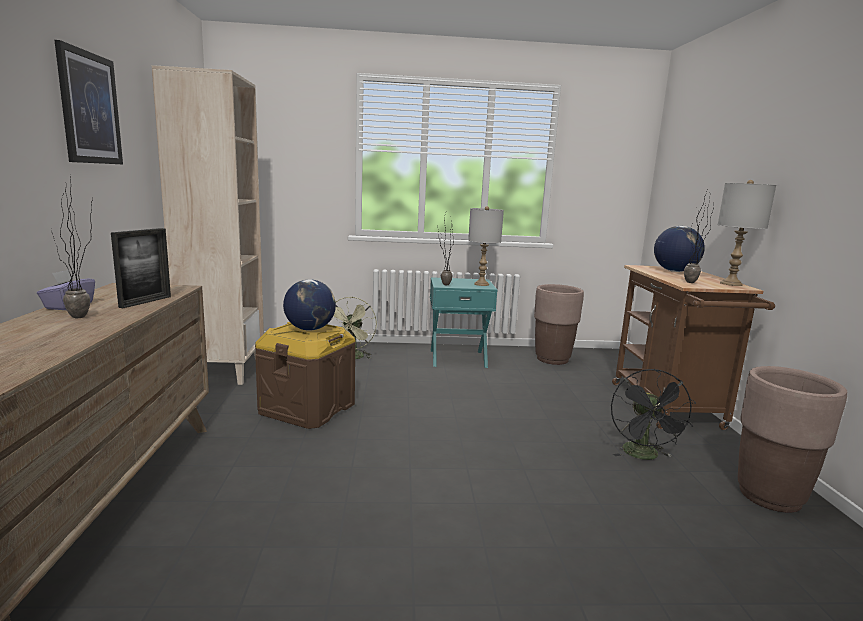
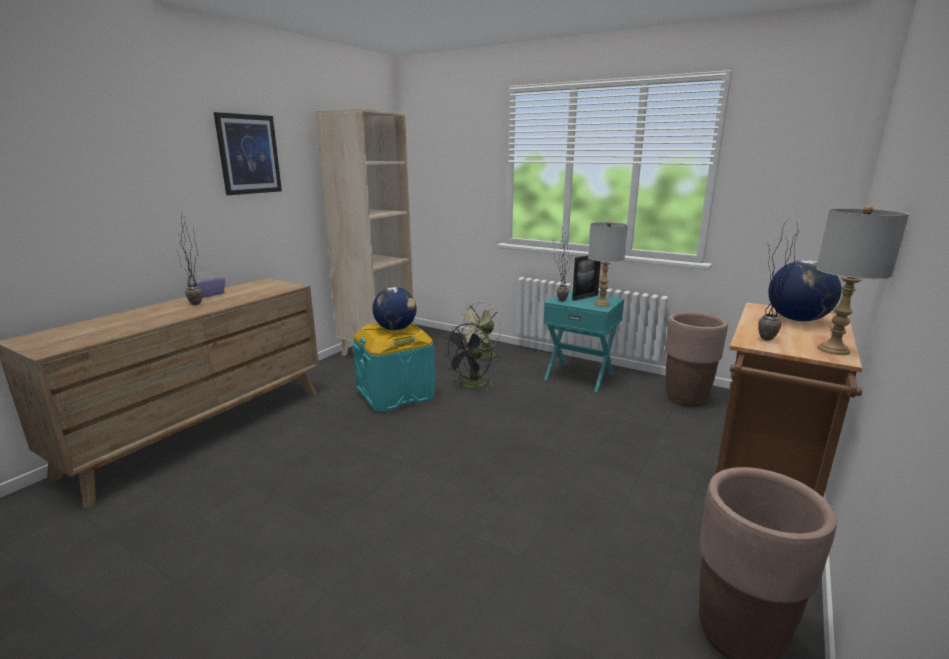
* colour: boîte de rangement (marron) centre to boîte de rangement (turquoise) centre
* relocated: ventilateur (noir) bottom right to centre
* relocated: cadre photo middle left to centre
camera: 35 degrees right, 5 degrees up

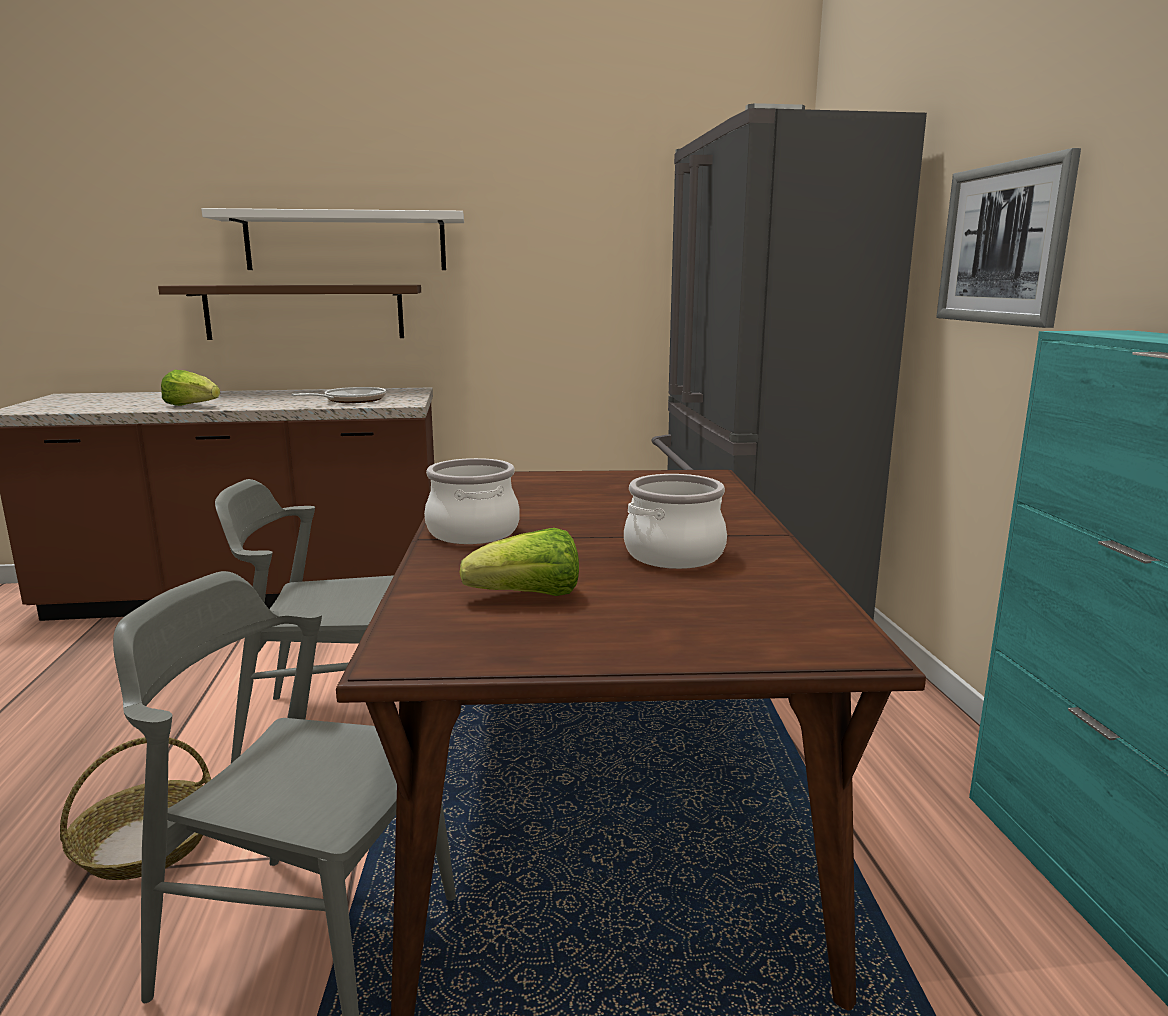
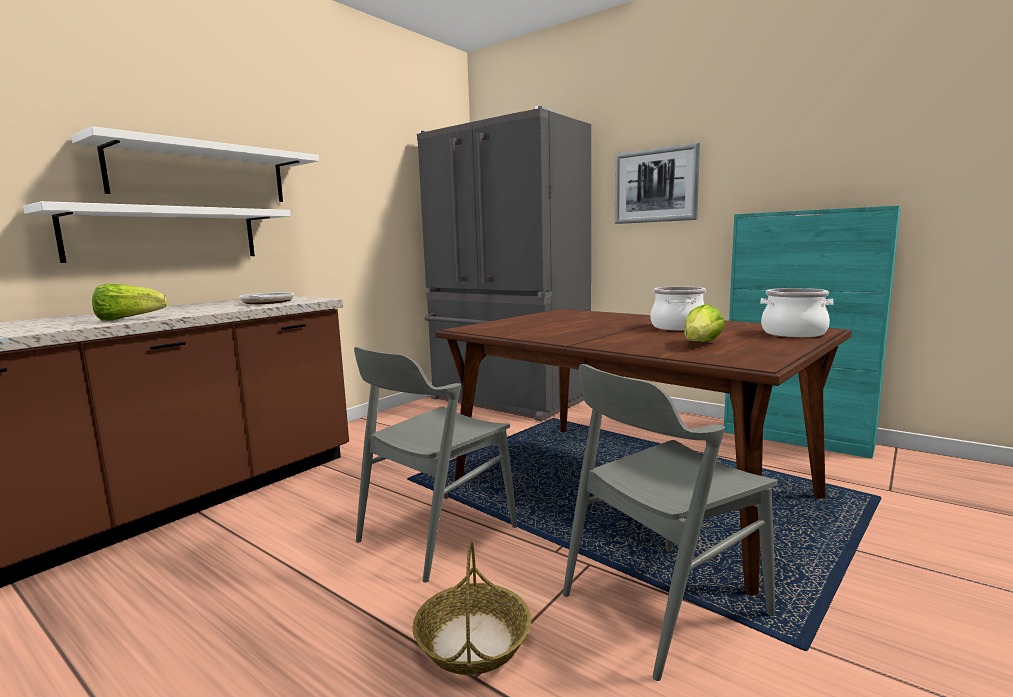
* colour: étagère (marron) top left to étagère (blanc) (no. 1 from left) top left
* relocated: marmite (no. 1 from left in the first image) centre to marmite (no. 2 from left) middle right
camera: 45 degrees left, 5 degrees down

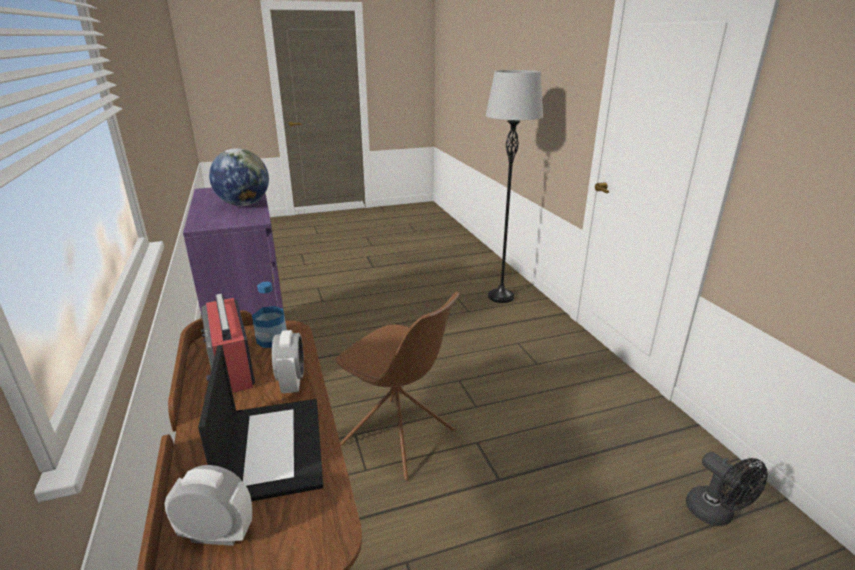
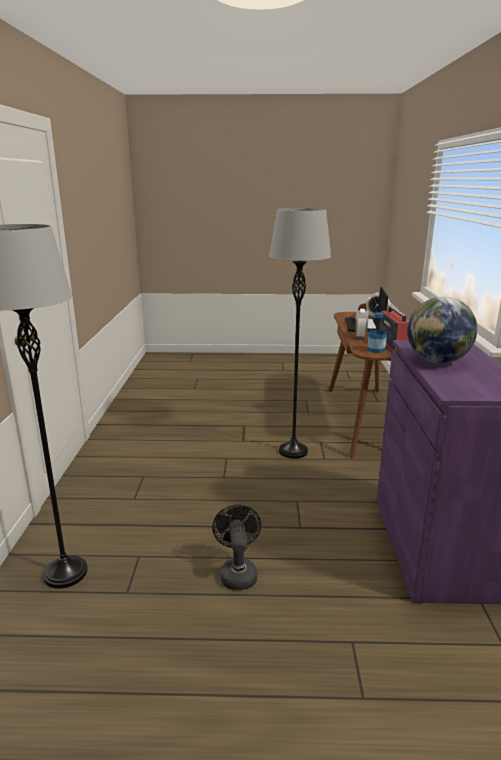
* relocated: ventilateur (noir) bottom right to bottom centre
* exchanged: chaise (marron) bottom centre to lampadaire (gris) (no. 2 from left) centre
camera: 160 degrees left, 5 degrees down

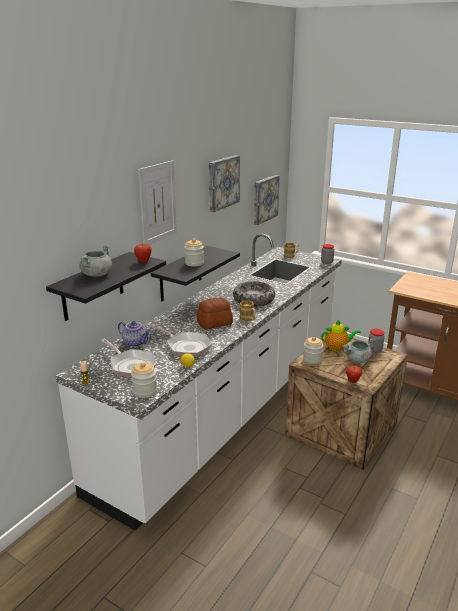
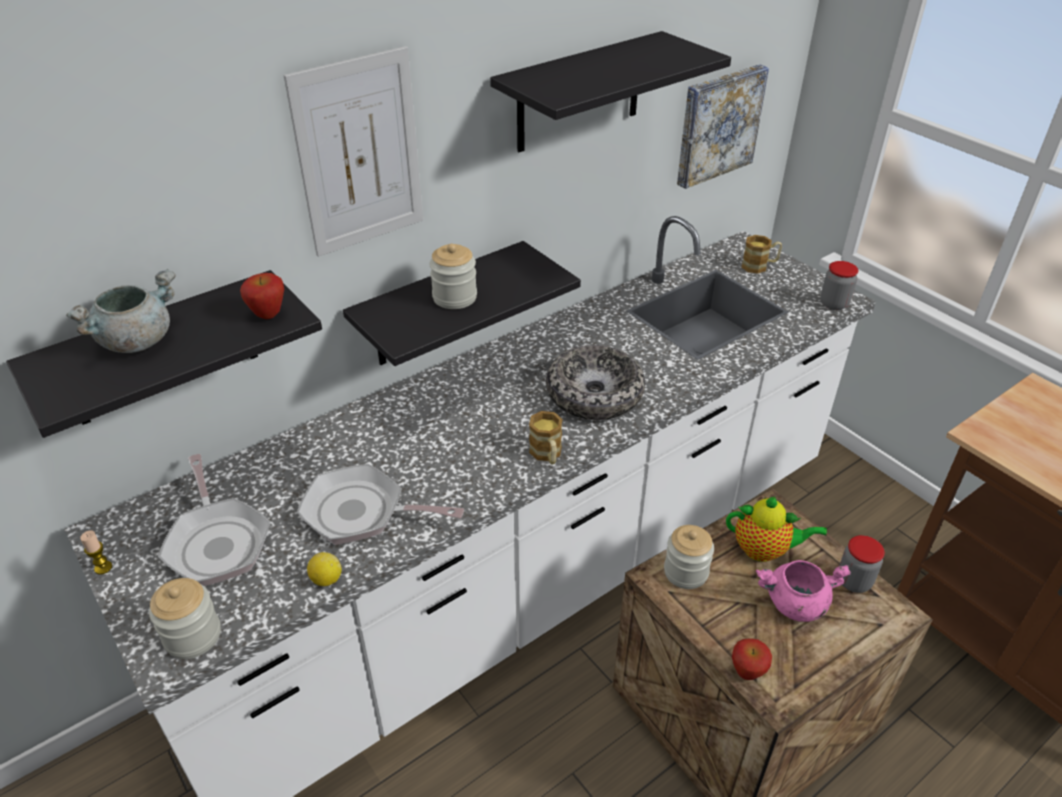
* spun: poêle (no. 2 from left) centre = centre 135 degrees clockwise
* exchanged: tableau (no. 2 from left) top centre to étagère (noir) (no. 3 from left) top centre
* colour: marmite (gris) (no. 2 from left) middle right to marmite (rose) bottom right
* missing: théière (no. 1 from left) middle left
* missing: pain centre
camera: 20 degrees right, 15 degrees up

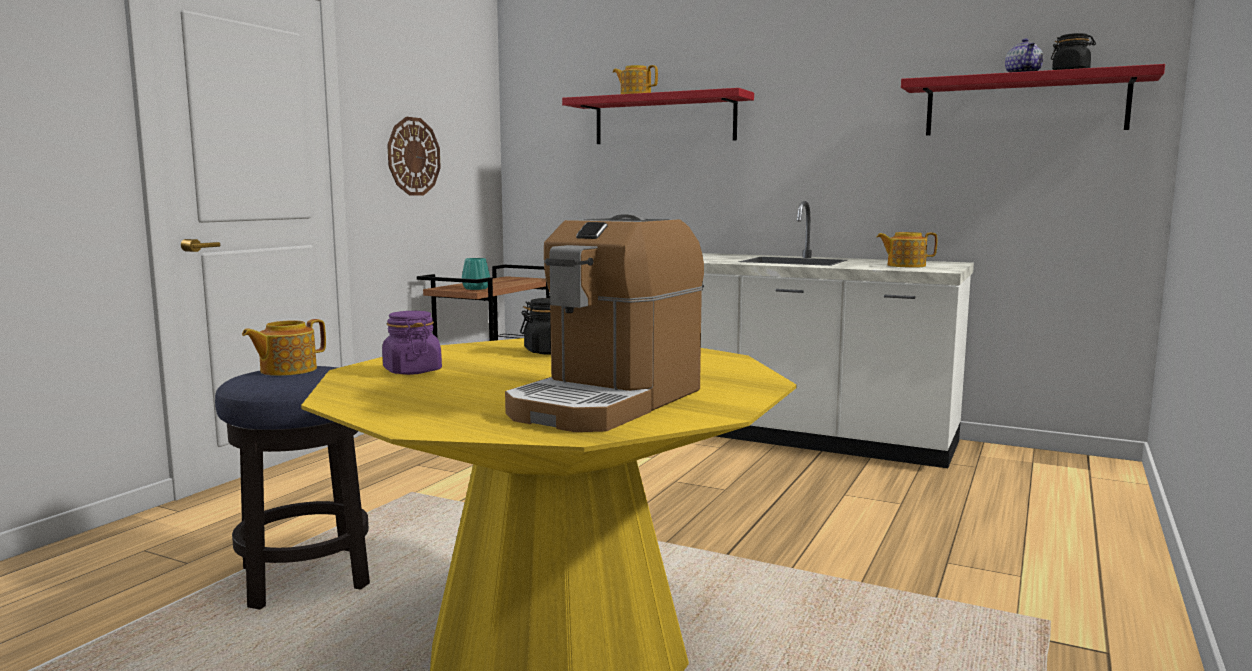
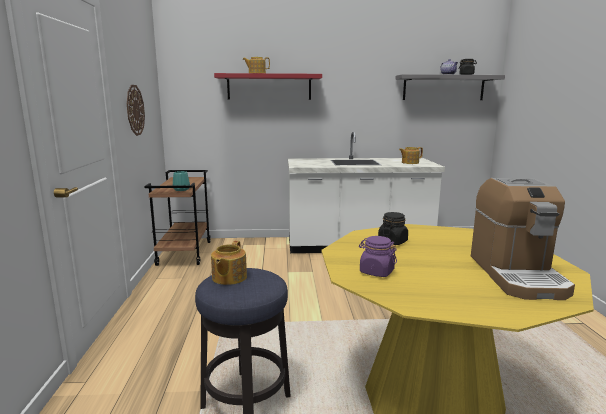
* colour: étagère (rouge) (no. 2 from left) top right to étagère (gris) top right
camera: 30 degrees left, 5 degrees up

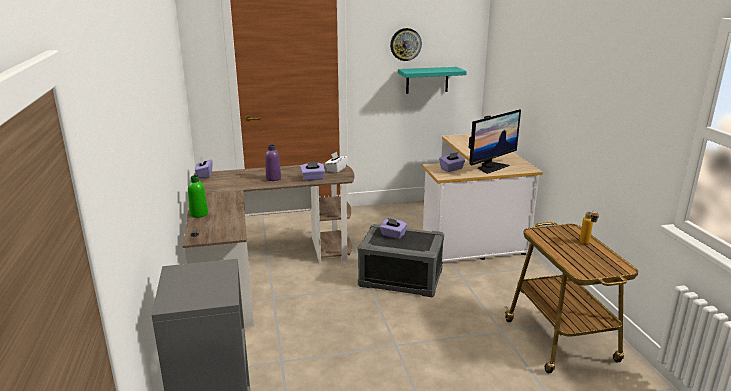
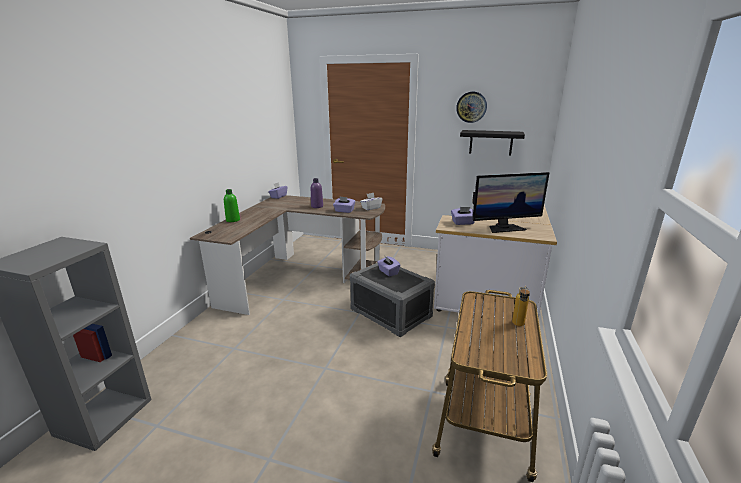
* colour: étagère (turquoise) top centre to étagère (noir) top centre
camera: 30 degrees right, 0 degrees up

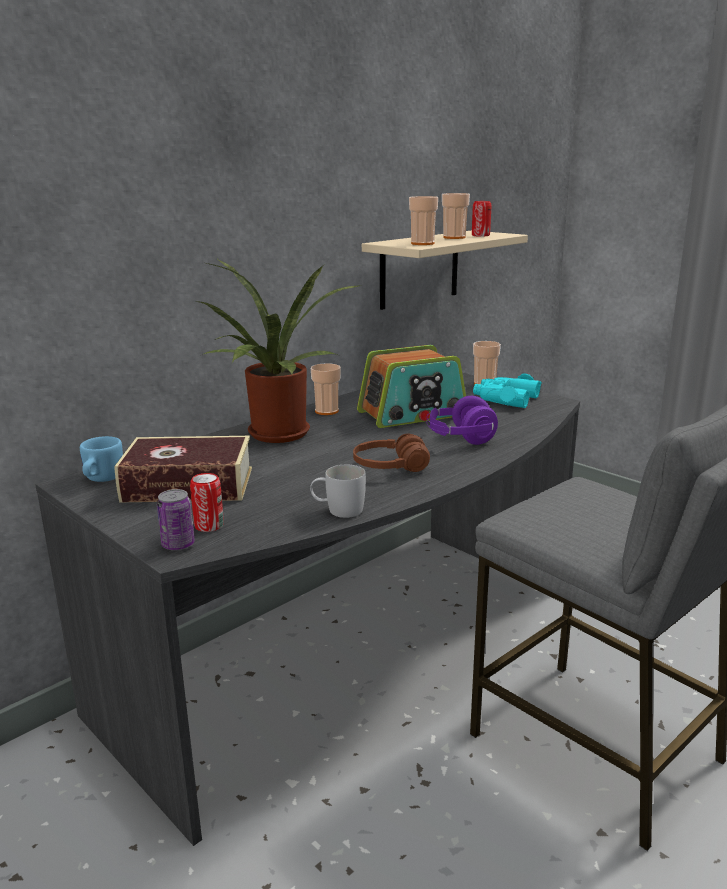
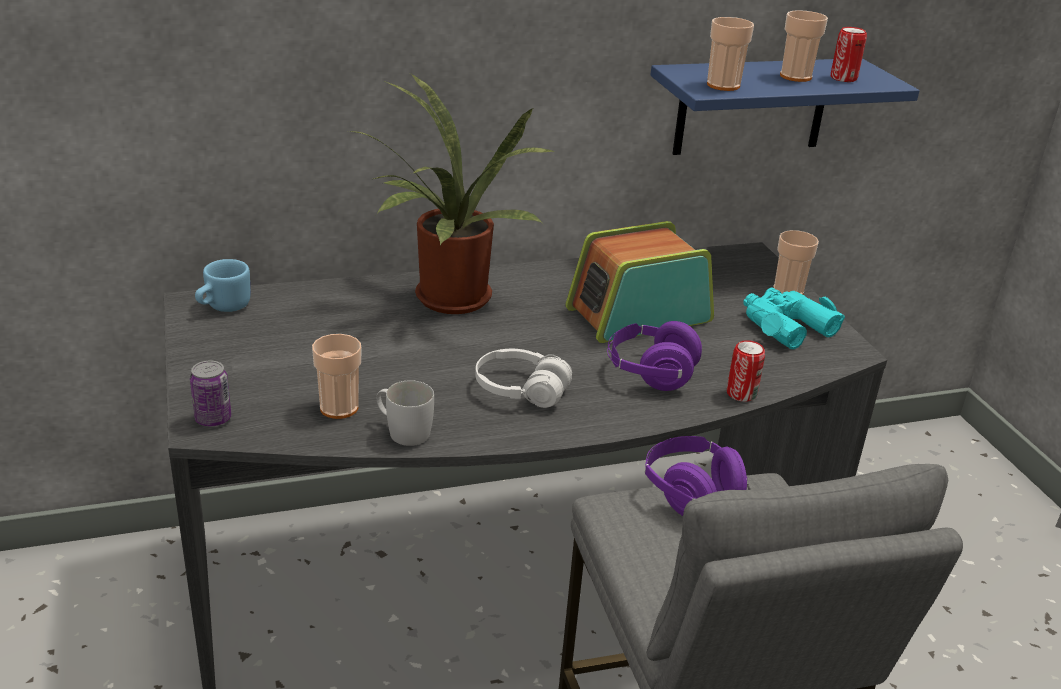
* relocated: tasse (no. 1 from left) centre to middle left
* colour: casque audio (marron) centre to casque audio (blanc) centre
* spun: radio centre = centre 150 degrees clockwise
* appeared: casque audio (violet) (no. 2 from left) bottom centre
* colour: étagère (beige) top centre to étagère (bleu) top right
* relocated: boîte métallique (no. 2 from left) middle left to middle right
* missing: livre middle left
camera: 25 degrees right, 10 degrees up

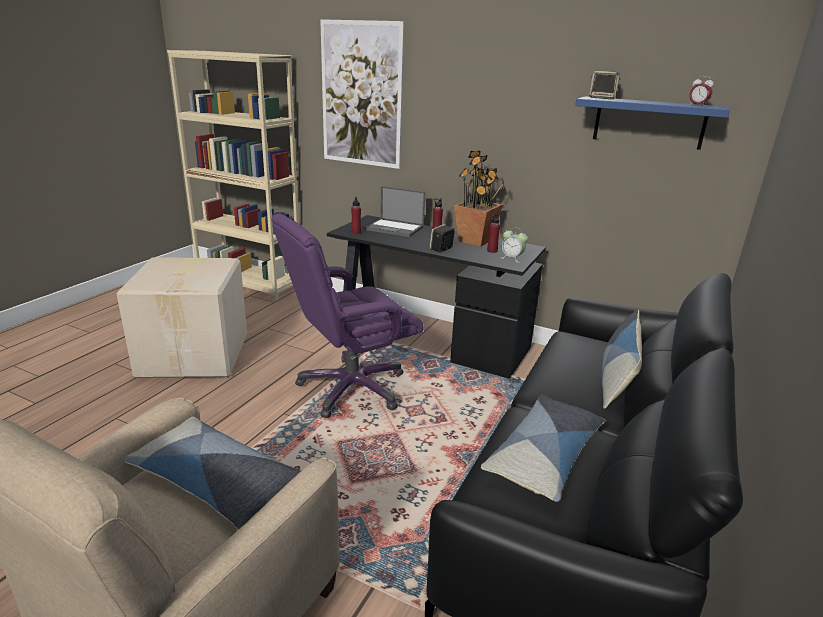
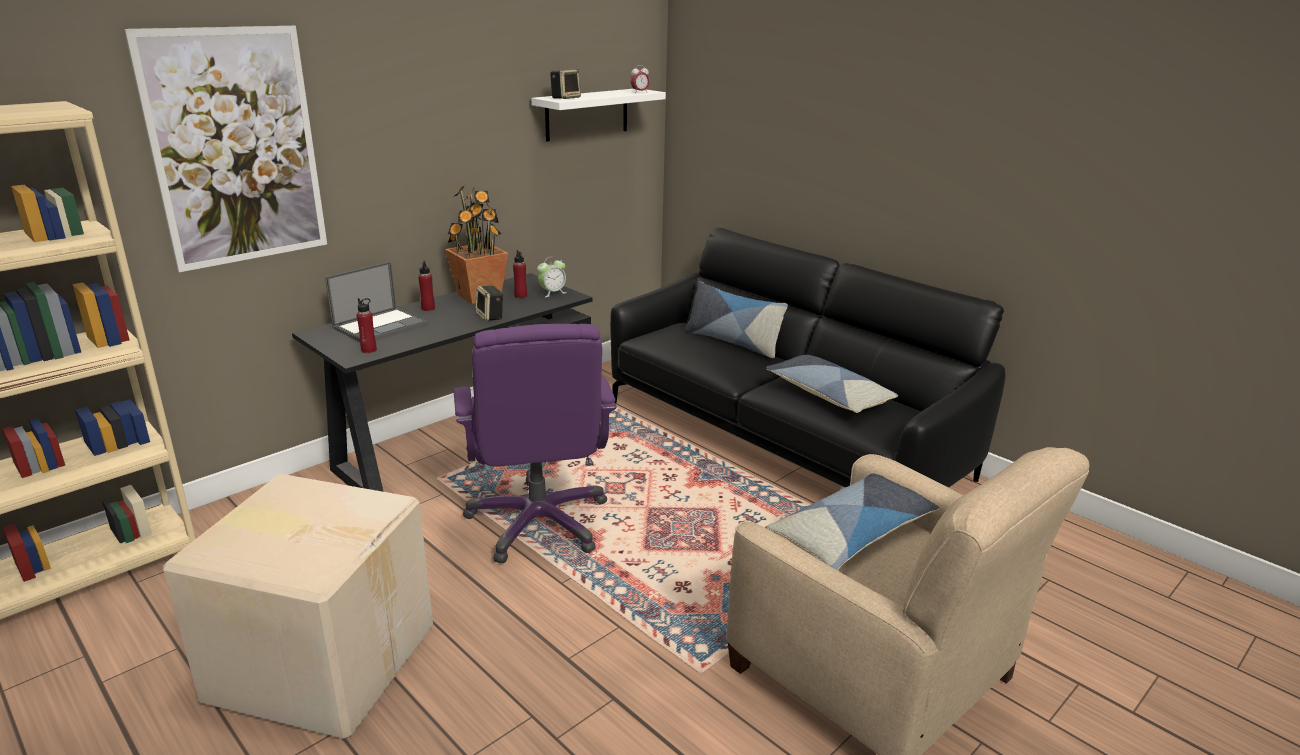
* colour: étagère (bleu) top right to étagère (blanc) top centre
camera: 70 degrees left, 0 degrees up

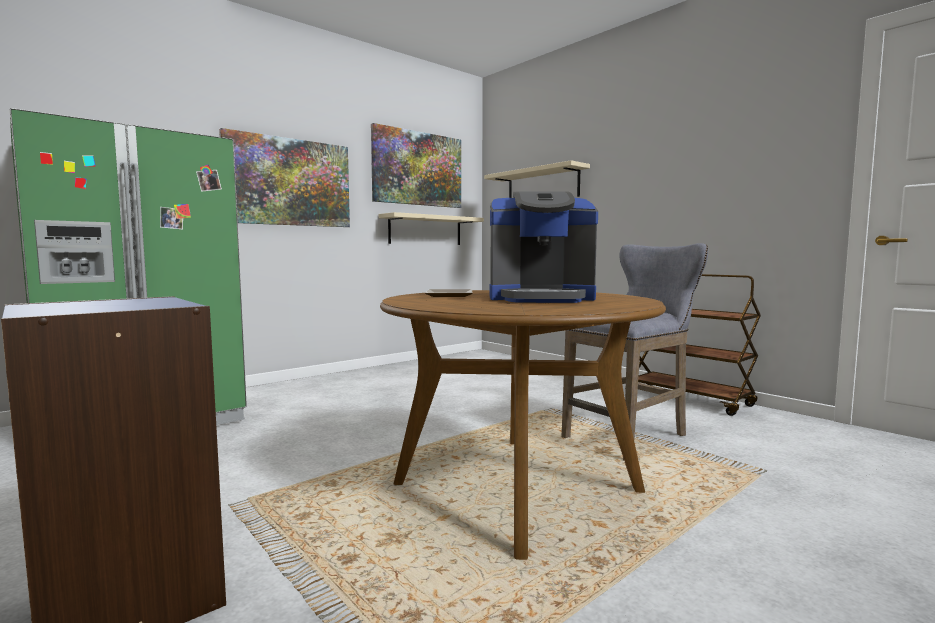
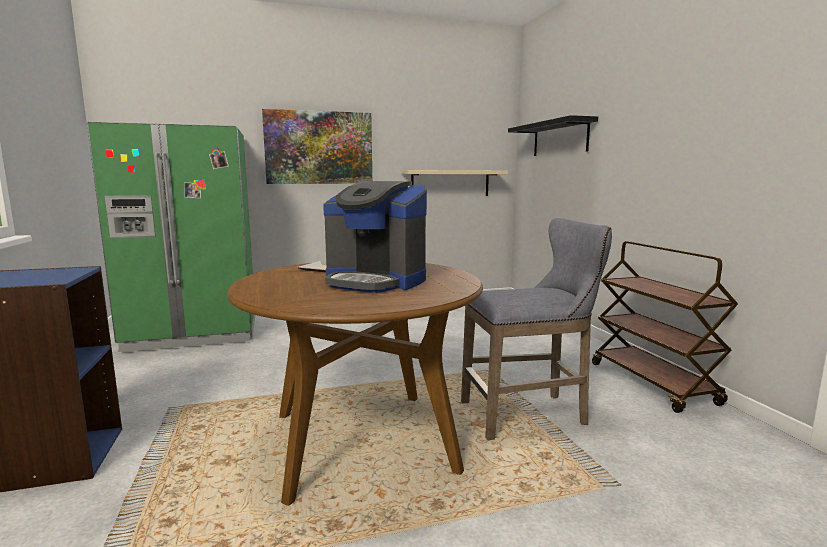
* colour: étagère (beige) (no. 2 from left) top centre to étagère (noir) top right
* missing: tableau (no. 2 from left) top centre
camera: 25 degrees right, 5 degrees up

